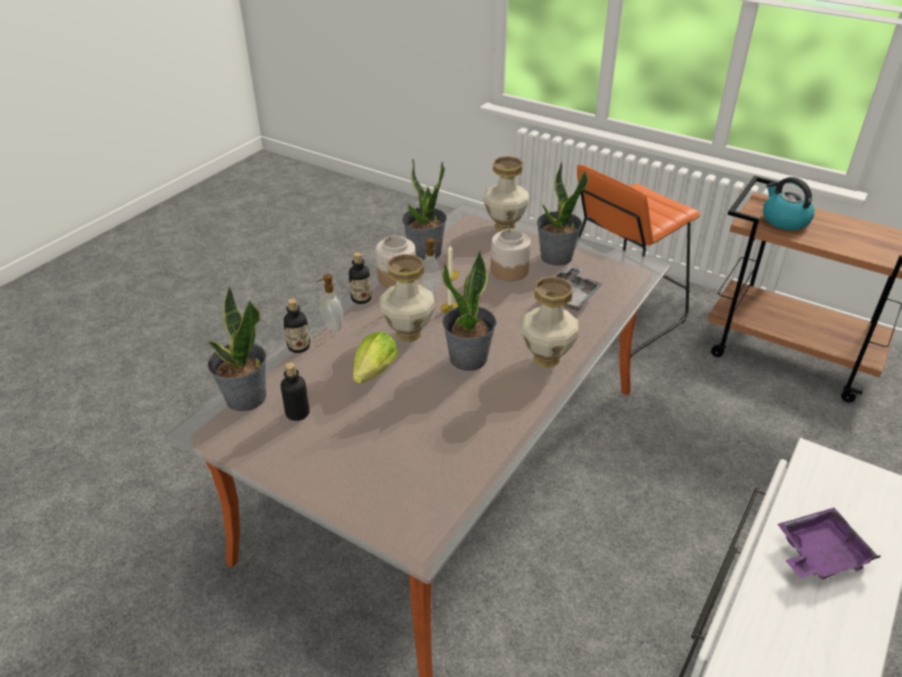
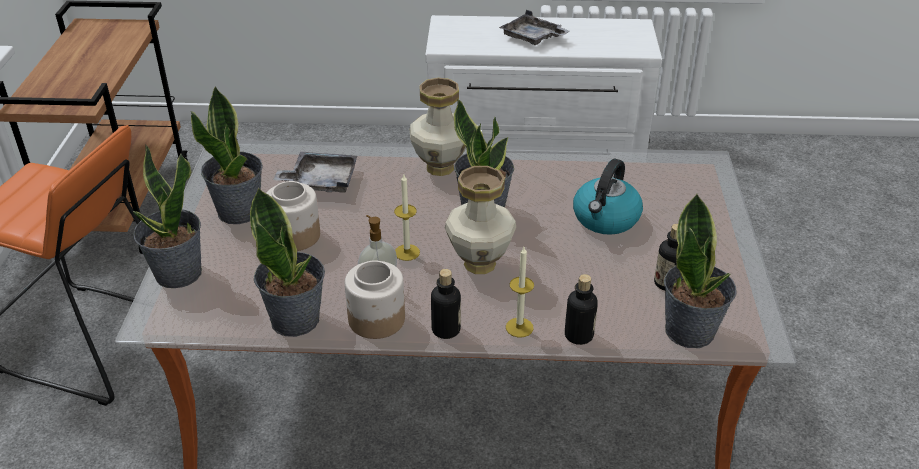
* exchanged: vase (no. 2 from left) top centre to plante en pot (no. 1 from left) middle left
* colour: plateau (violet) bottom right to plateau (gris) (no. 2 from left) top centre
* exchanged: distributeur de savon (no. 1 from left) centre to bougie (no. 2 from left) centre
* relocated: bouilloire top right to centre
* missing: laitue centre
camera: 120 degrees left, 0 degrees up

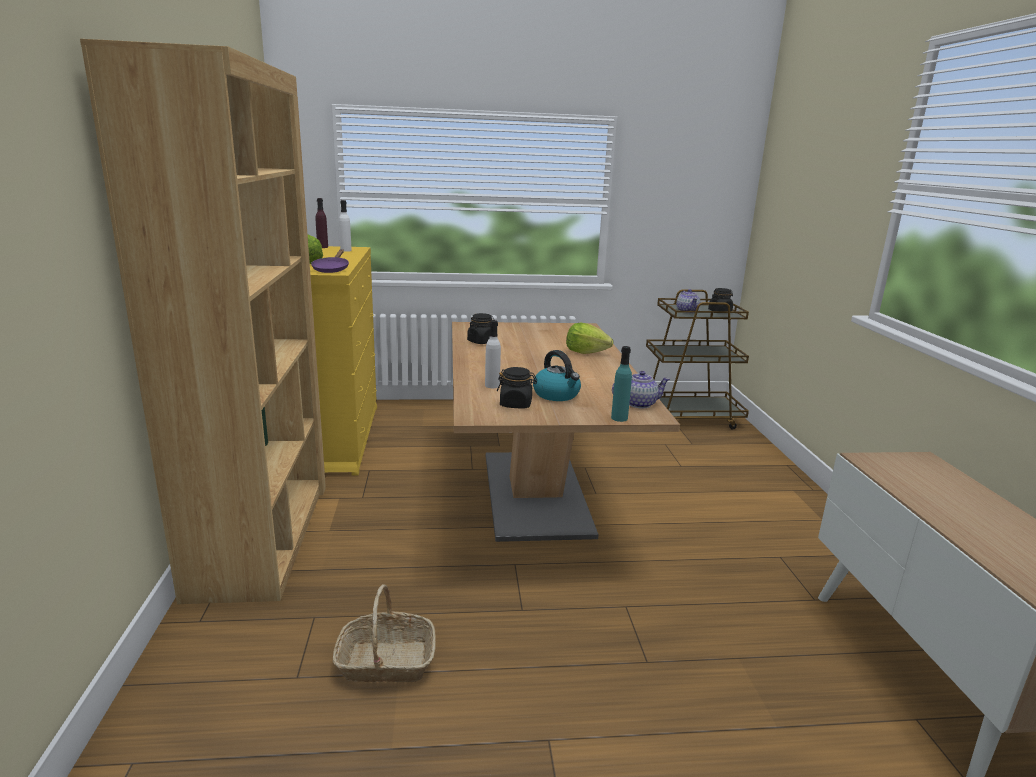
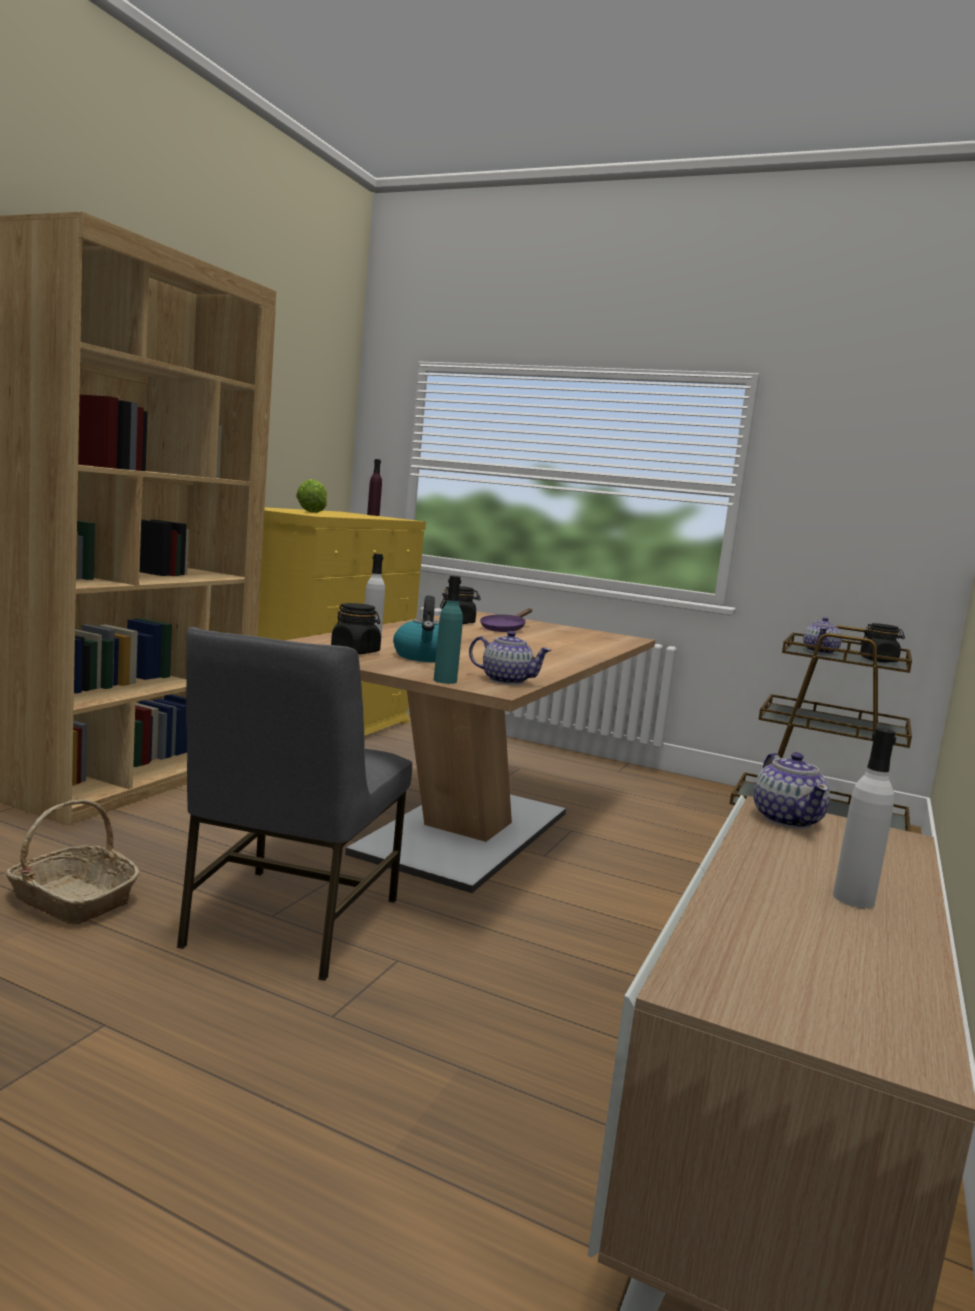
* appeared: chaise (gris) middle left
* relocated: poêle (violet) middle left to centre
* appeared: théière (no. 2 from left) middle right
* relocated: bouteille (blanc) (no. 1 from left in the first image) top left to bouteille (blanc) (no. 2 from left) middle right
* missing: laitue (no. 2 from left) centre
camera: 30 degrees right, 10 degrees down

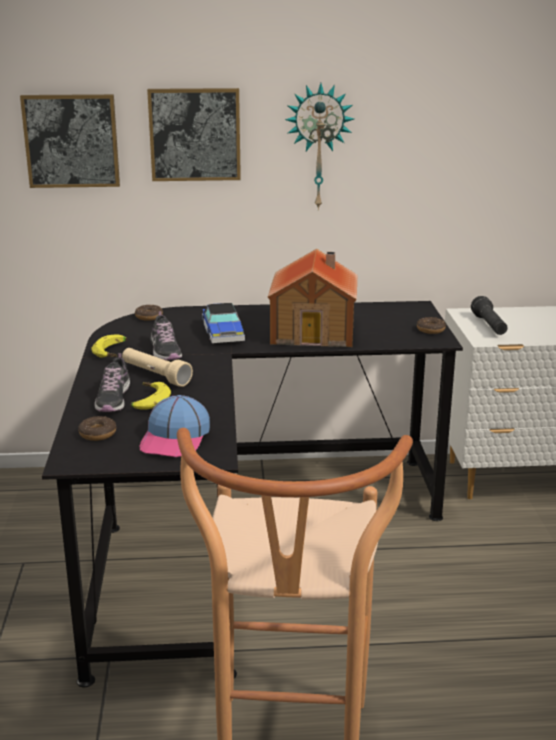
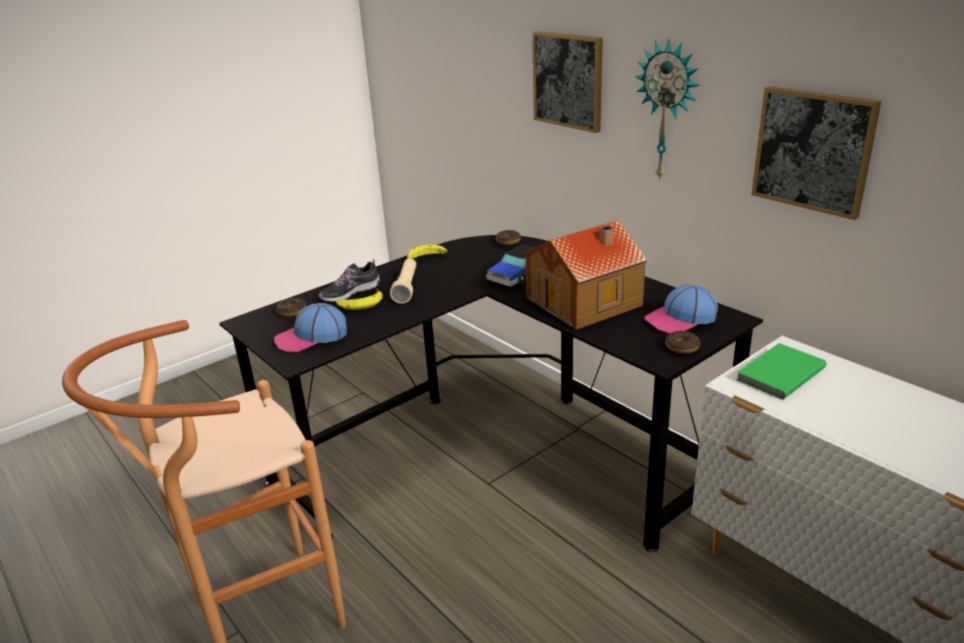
* appeared: casquette (no. 2 from left) middle right
* exchanged: lampe de poche (noir) middle right to livre (vert) middle right
* relocated: tableau (no. 1 from left in the first image) top left to tableau (no. 2 from left) top right
* missing: chaussure (no. 2 from left) middle left
camera: 55 degrees right, 5 degrees up

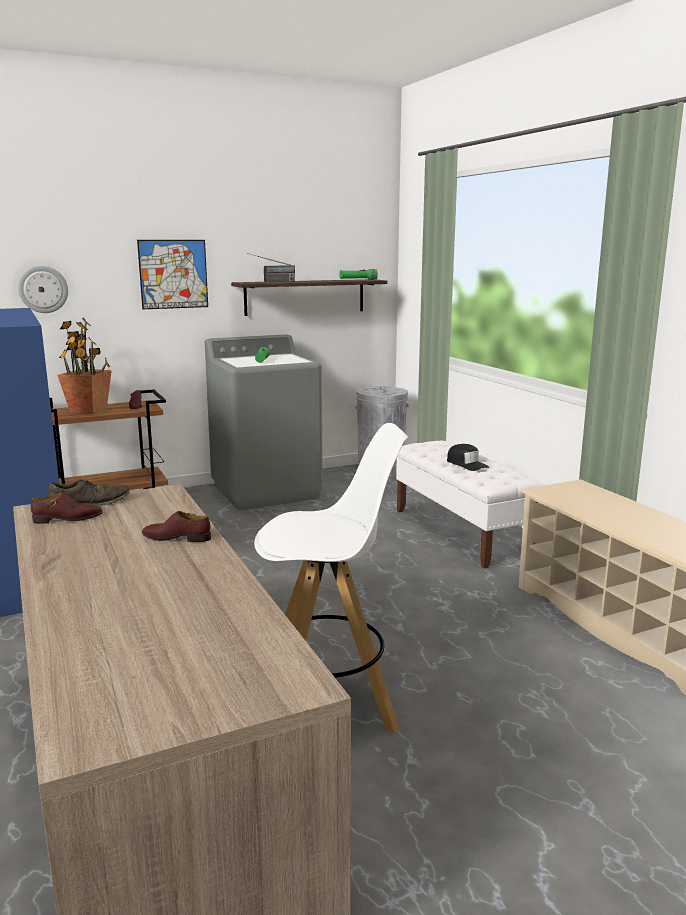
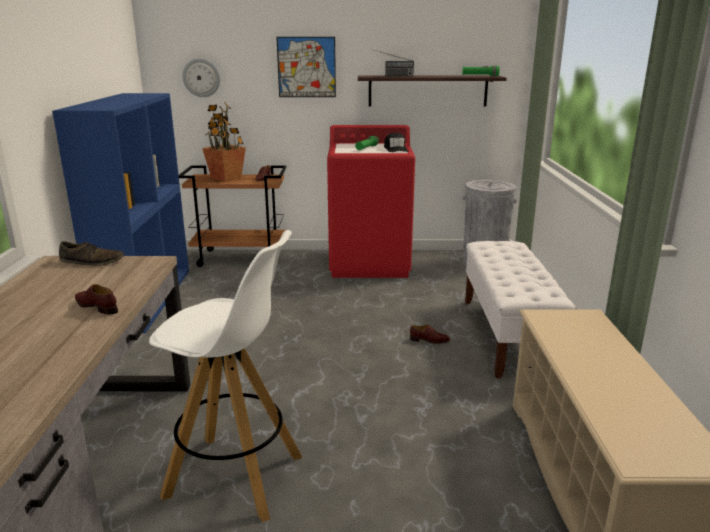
* colour: lave-linge (gris) centre to lave-linge (rouge) centre
* relocated: casquette (noir) middle right to top centre
* relocated: chaussure (marron) (no. 1 from left in the first image) middle left to chaussure (marron) (no. 4 from left) centre
camera: 25 degrees right, 5 degrees up

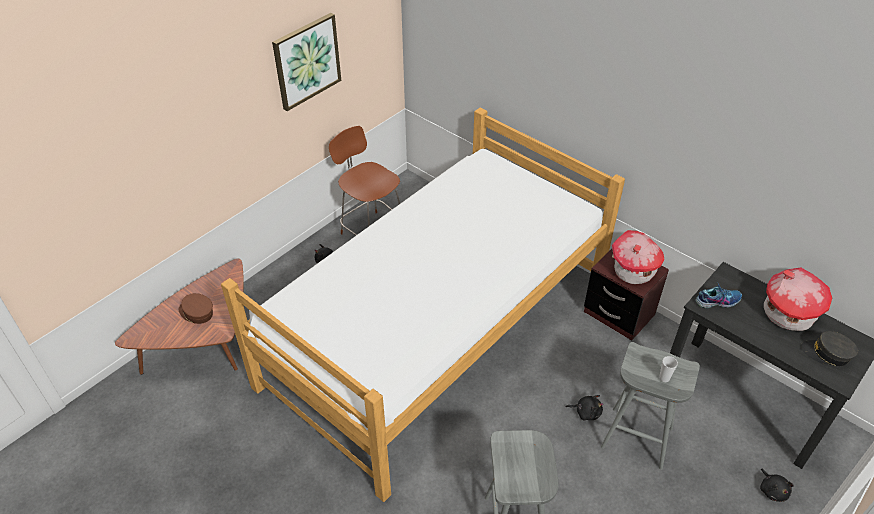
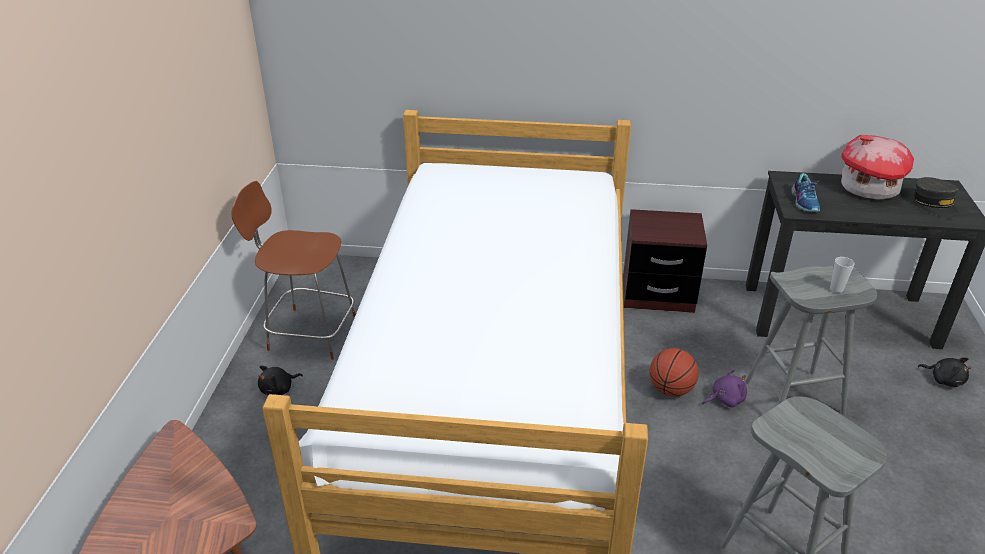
* appeared: ballon de basket bottom right
* colour: peluche (noir) (no. 2 from left) bottom right to peluche (violet) bottom right
* spun: chaussure middle right = middle right 135 degrees clockwise
* spun: casquette (gris) bottom right = middle right 90 degrees counterclockwise
* missing: casquette (marron) middle left
* missing: tableau top centre
* missing: maison miniature (no. 1 from left) middle right
camera: 35 degrees left, 10 degrees down

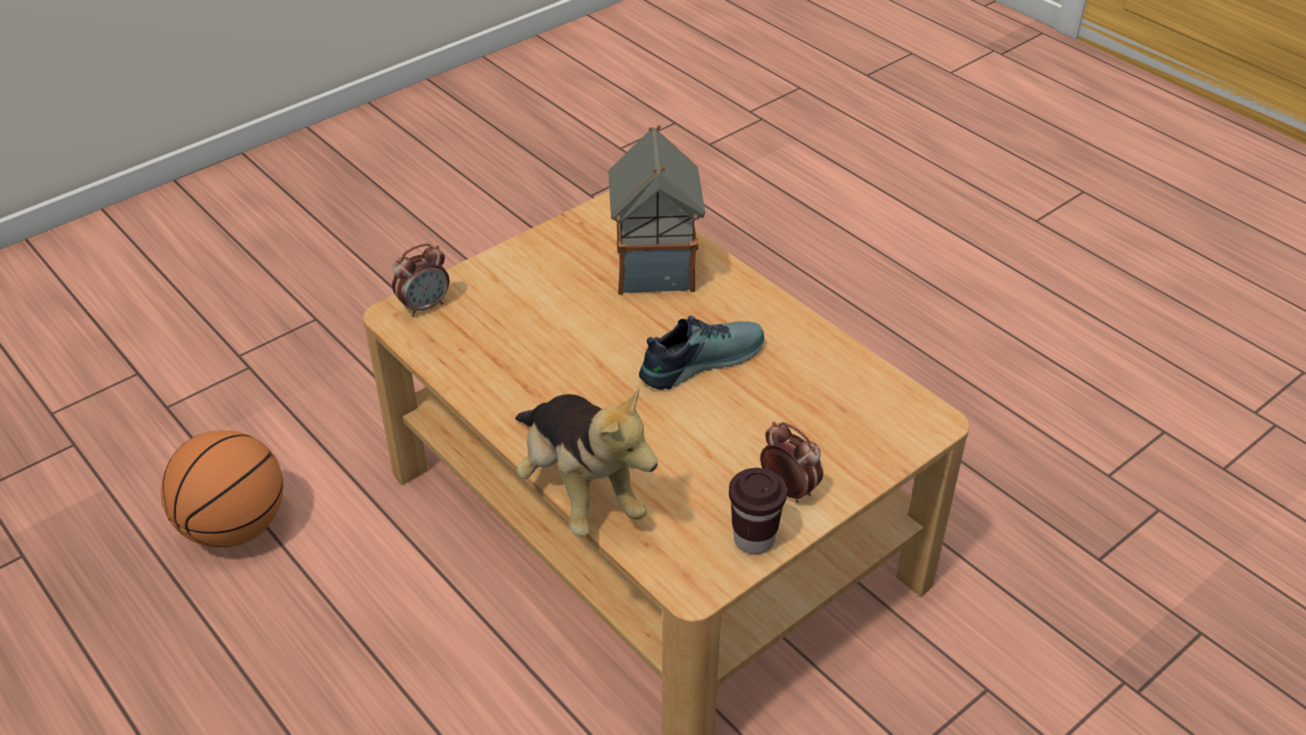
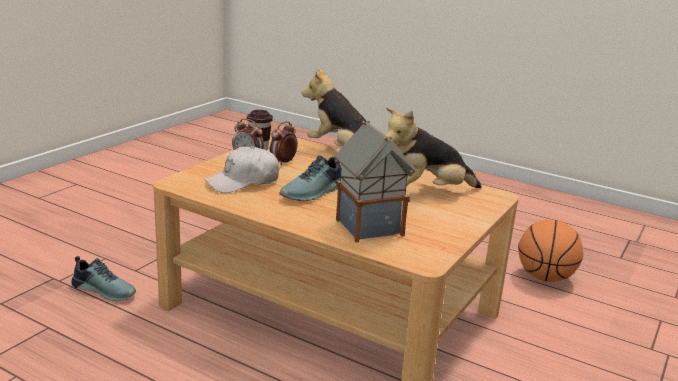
* appeared: chaussure (no. 1 from left) bottom left
* appeared: casquette (blanc) centre
* relocated: réveil (no. 1 from left in the first image) middle left to réveil (no. 2 from left) centre
* appeared: peluche (no. 2 from left) centre
camera: 160 degrees right, 20 degrees down

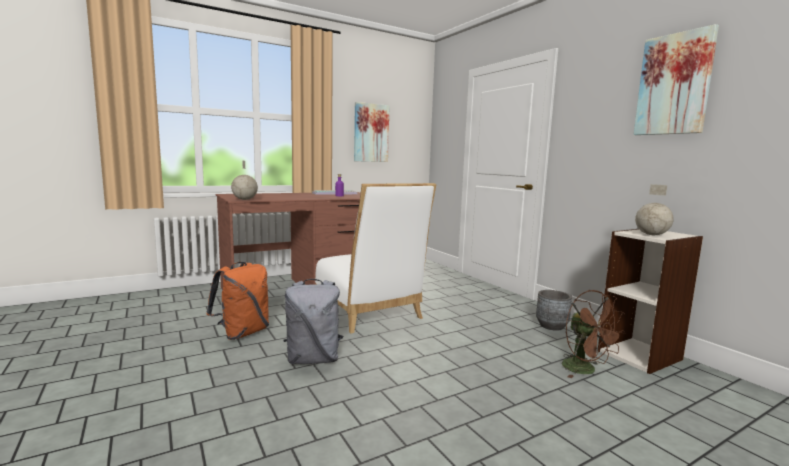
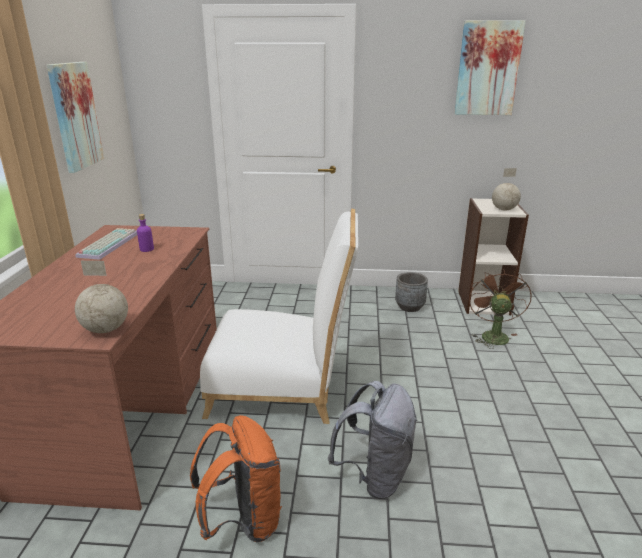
* spun: ventilateur (marron) bottom right = middle right 90 degrees counterclockwise
camera: 55 degrees left, 15 degrees up

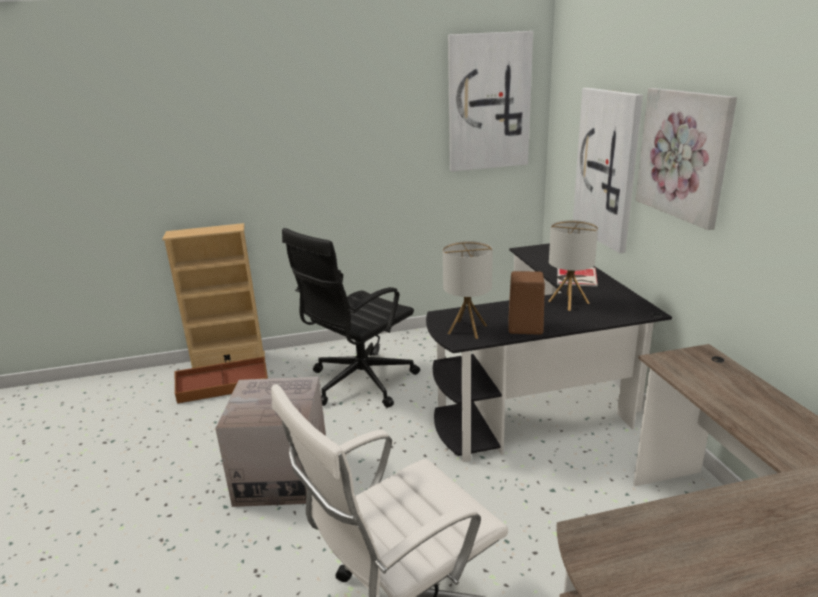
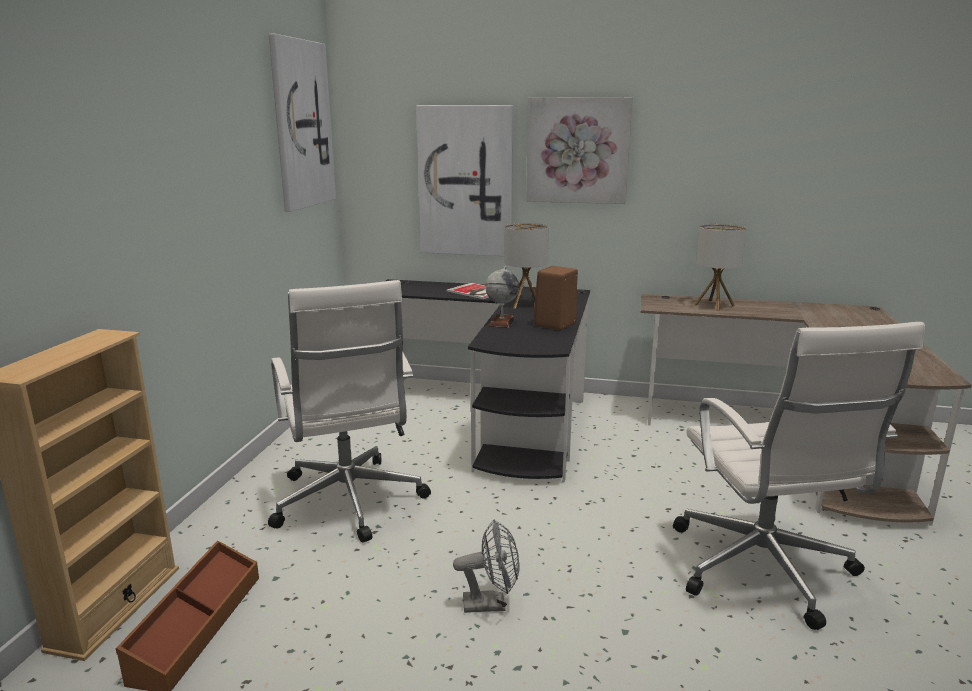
* colour: chaise de bureau (noir) centre to chaise de bureau (blanc) (no. 1 from left) centre
* exchanged: carton bottom left to ventilateur (gris) bottom centre
* appeared: globe centre
* relocated: lampe de table (no. 1 from left in the first image) centre to lampe de table (no. 2 from left) middle right
camera: 65 degrees left, 5 degrees down

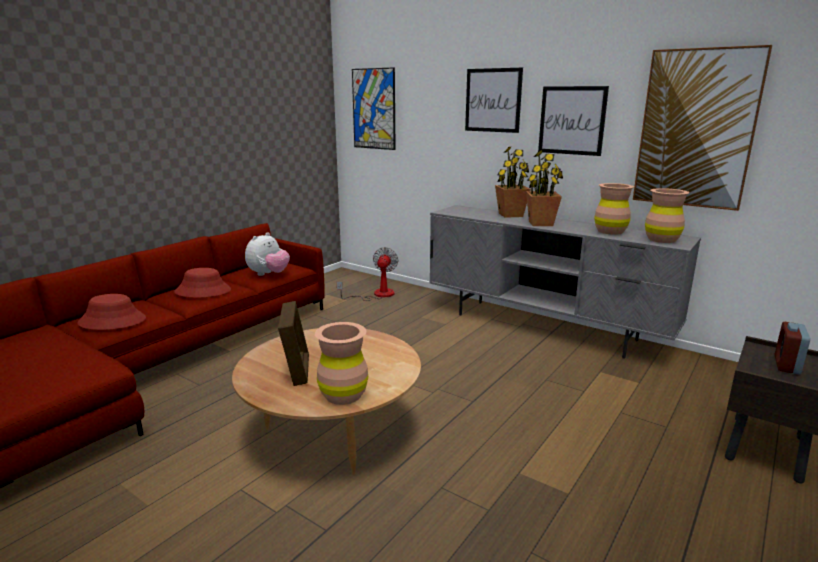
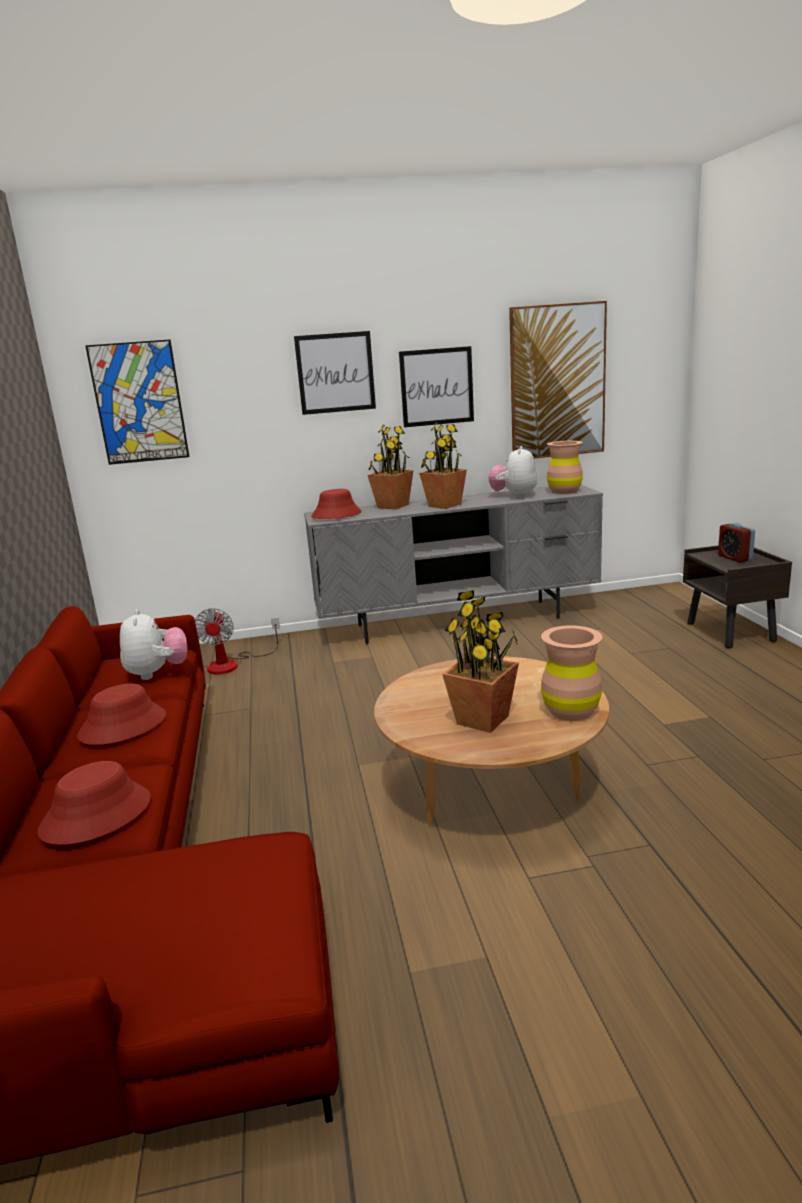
* spun: ventilateur centre = middle left 150 degrees counterclockwise
* appeared: chapeau (rouge) (no. 3 from left) centre
* exchanged: cadre photo centre to plante en pot (no. 3 from left) centre
* exchanged: vase (marron) (no. 2 from left) middle right to peluche (no. 2 from left) centre
camera: 45 degrees left, 0 degrees up

